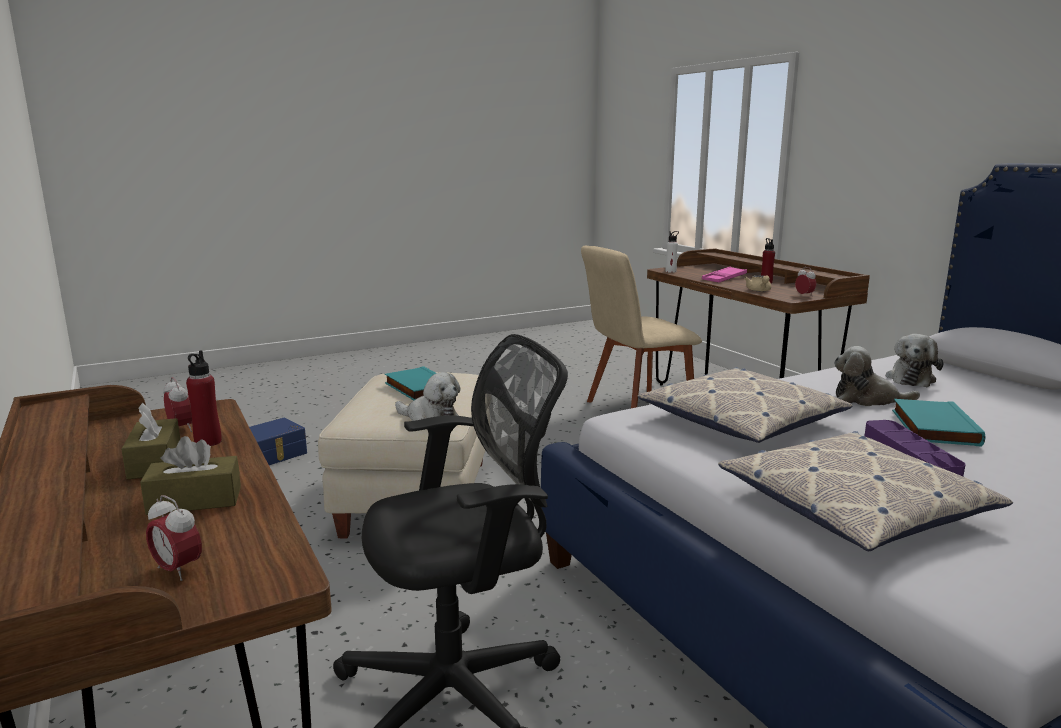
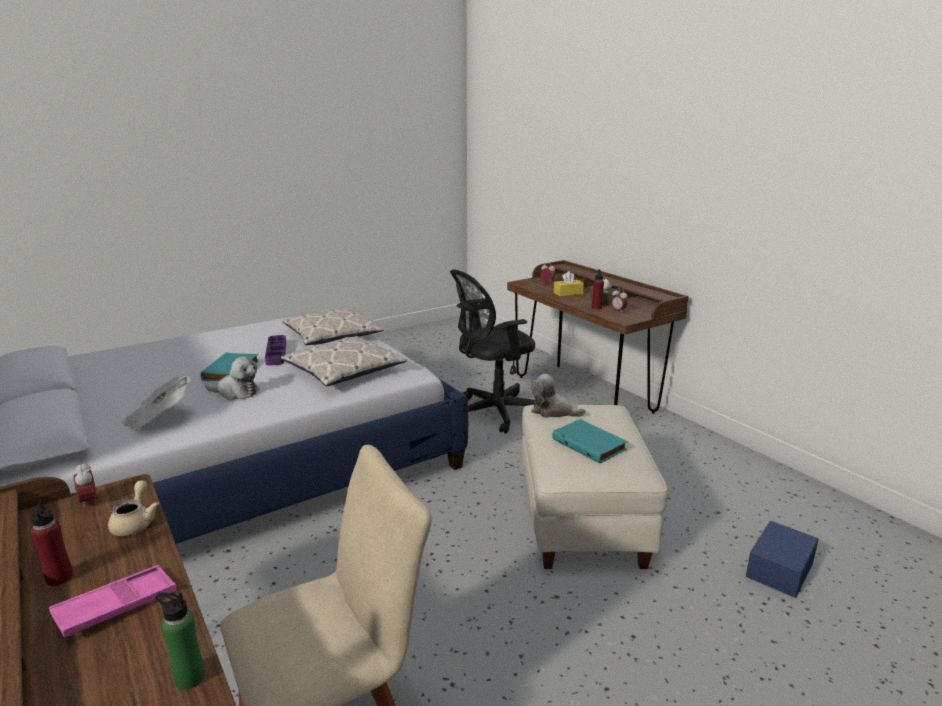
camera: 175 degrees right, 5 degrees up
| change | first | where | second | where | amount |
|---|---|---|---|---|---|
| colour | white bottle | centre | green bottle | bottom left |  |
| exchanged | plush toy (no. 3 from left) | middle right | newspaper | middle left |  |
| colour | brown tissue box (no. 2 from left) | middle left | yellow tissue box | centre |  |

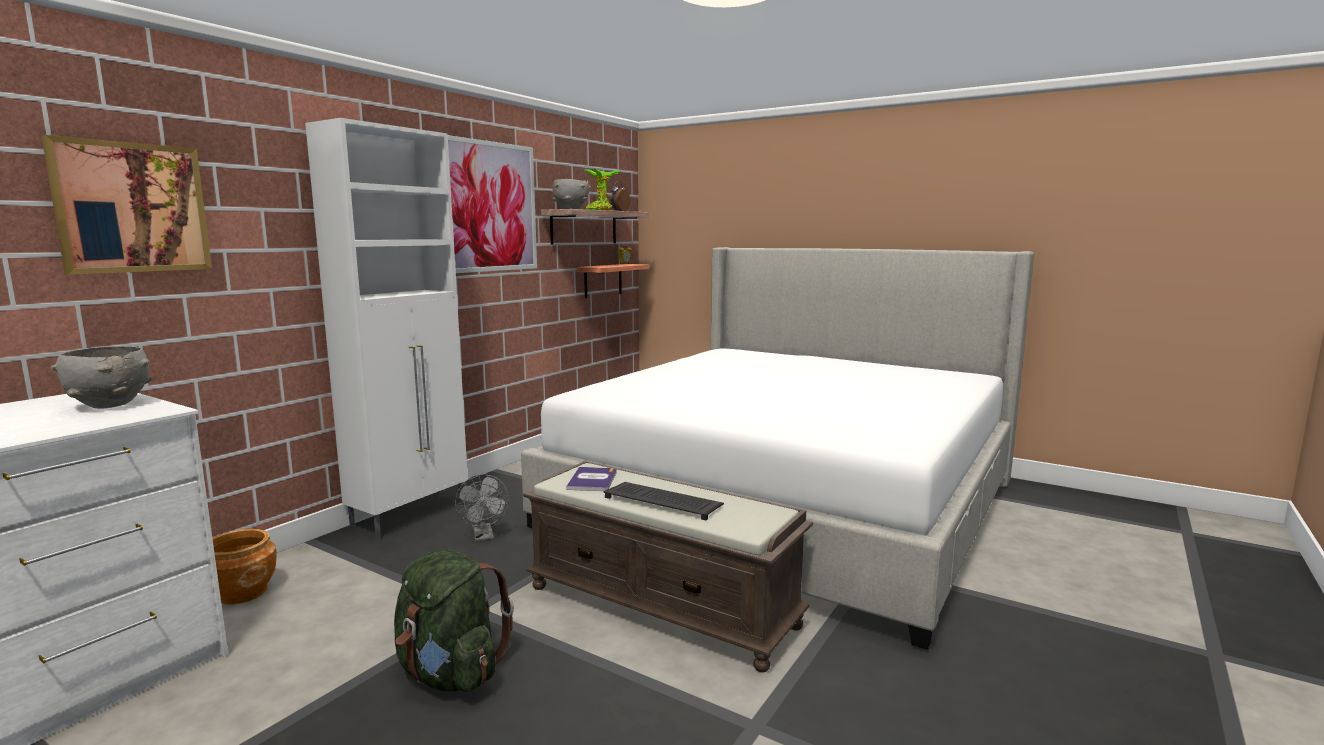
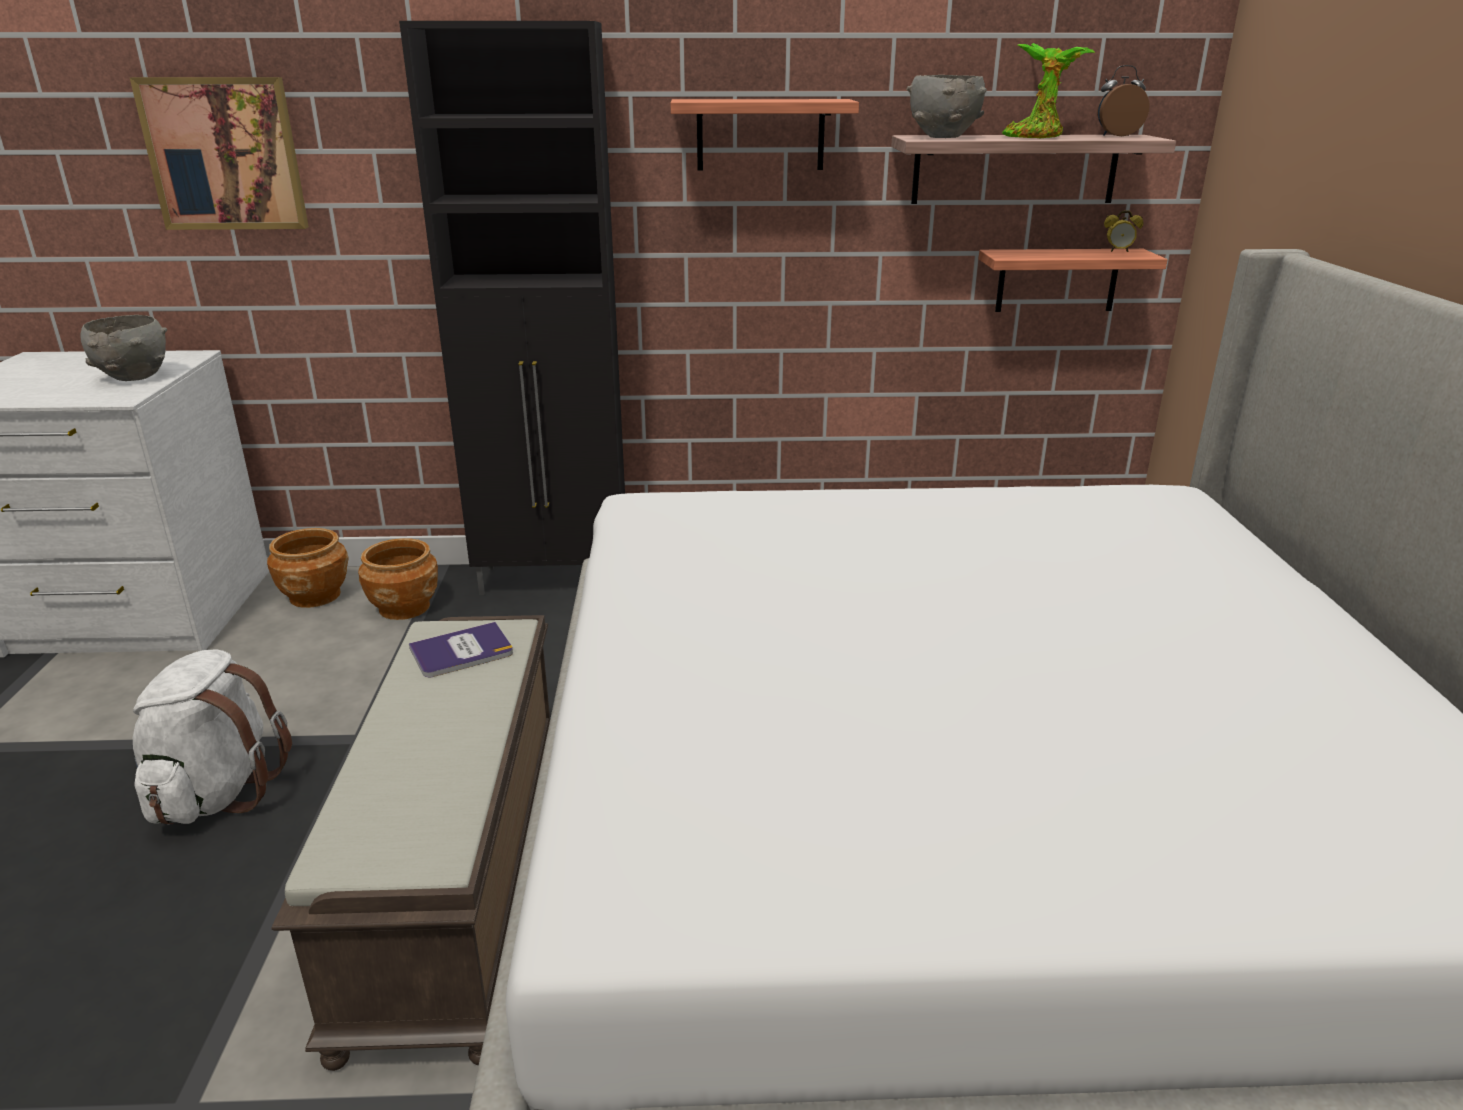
camera: 55 degrees right, 15 degrees up
| change | first | where | second | where | amount |
|---|---|---|---|---|---|
| colour | white cabinet | middle left | black cabinet | top centre |  |
| exchanged | picture (no. 2 from left) | top centre | shelf (no. 1 from left) | top centre |  |
| missing | grey fan | bottom centre |  |  |  |
| missing | keyboard | bottom centre |  |  |  |
| colour | green backpack | bottom centre | white backpack | middle left |  |
| appeared |  |  | brown planter (no. 2 from left) | middle left |  |

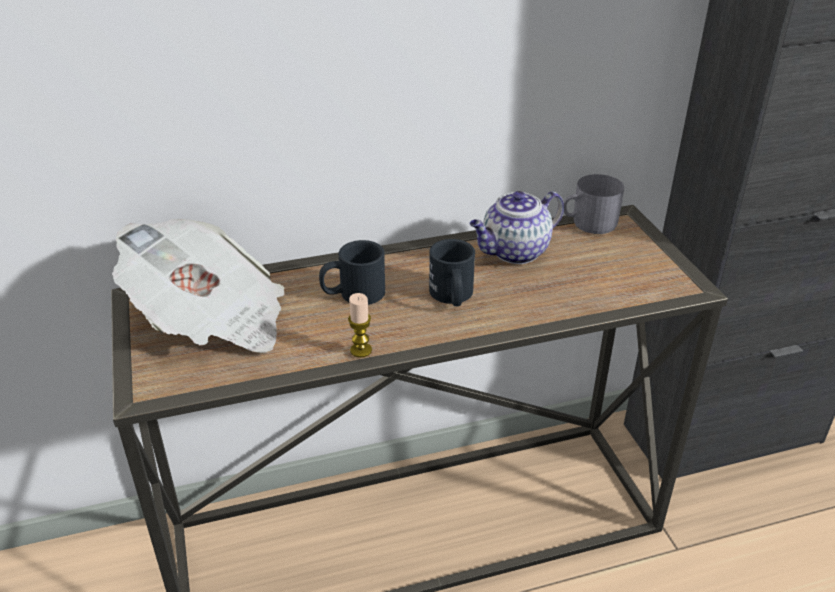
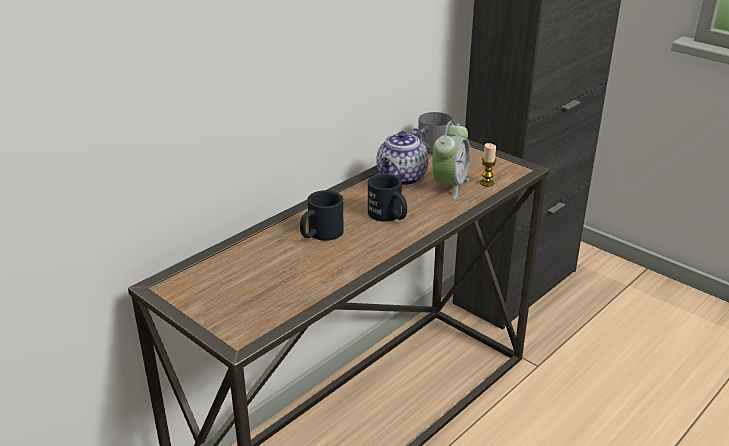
camera: 30 degrees left, 5 degrees down
| change | first | where | second | where | amount |
|---|---|---|---|---|---|
| missing | newspaper | middle left |  |  |  |
| relocated | candle | centre |  | middle right |  |
| appeared |  |  | alarm clock | centre |  |

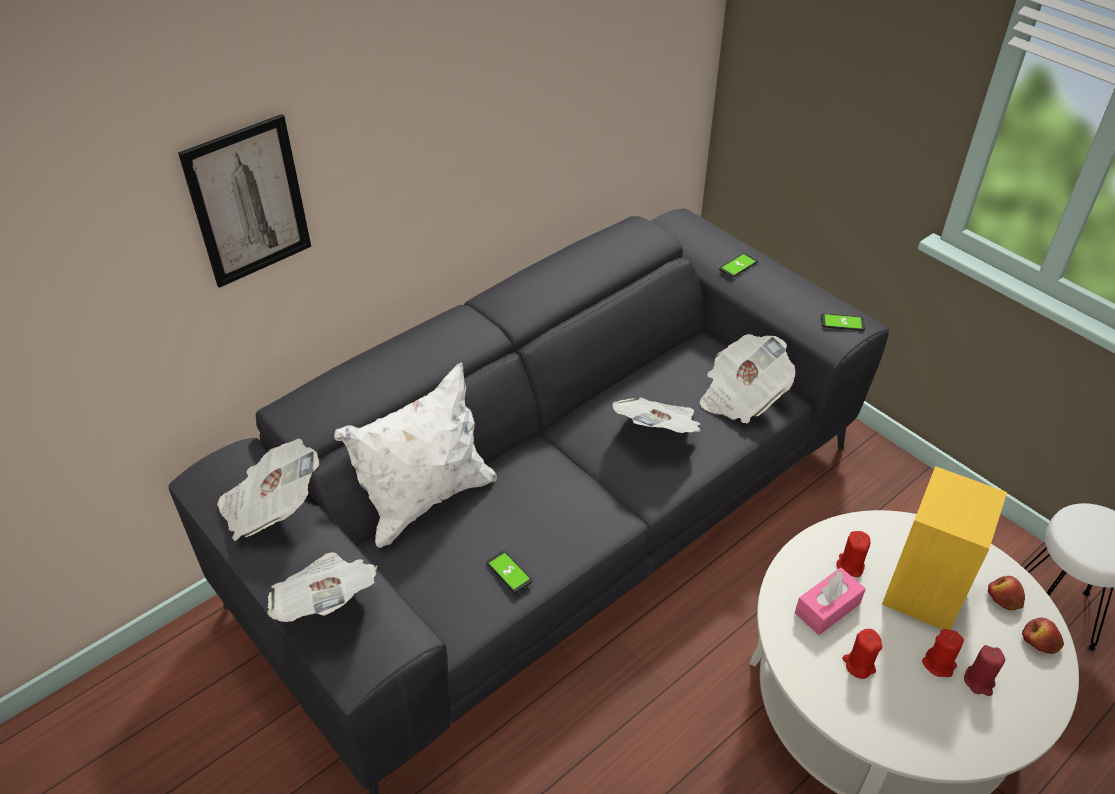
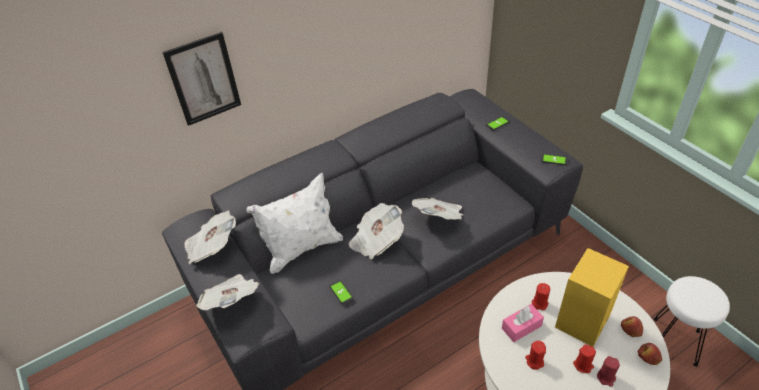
camera: 10 degrees right, 0 degrees up
| change | first | where | second | where | amount |
|---|---|---|---|---|---|
| relocated | newspaper (no. 4 from left in the first image) | middle right | newspaper (no. 3 from left) | centre |  |

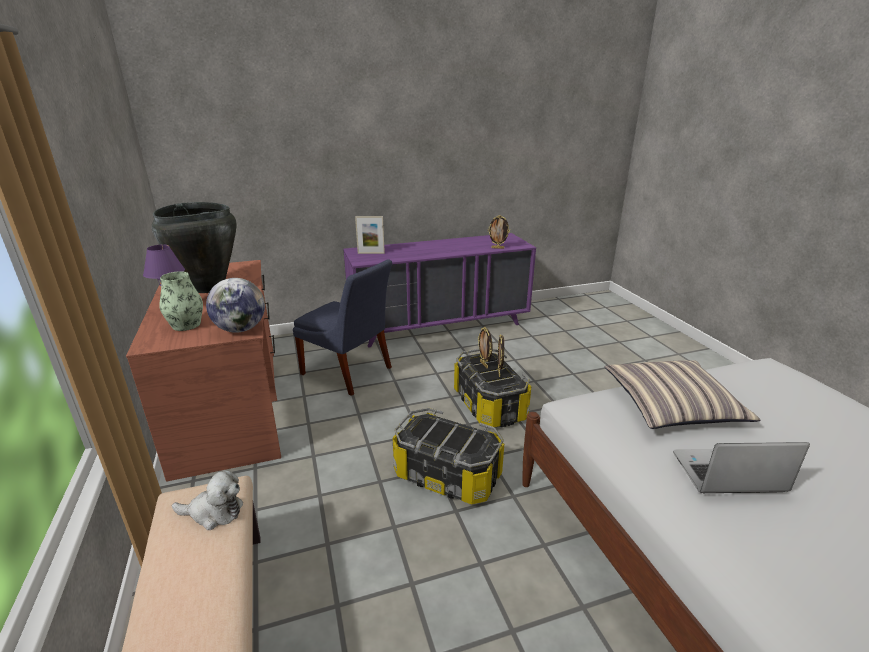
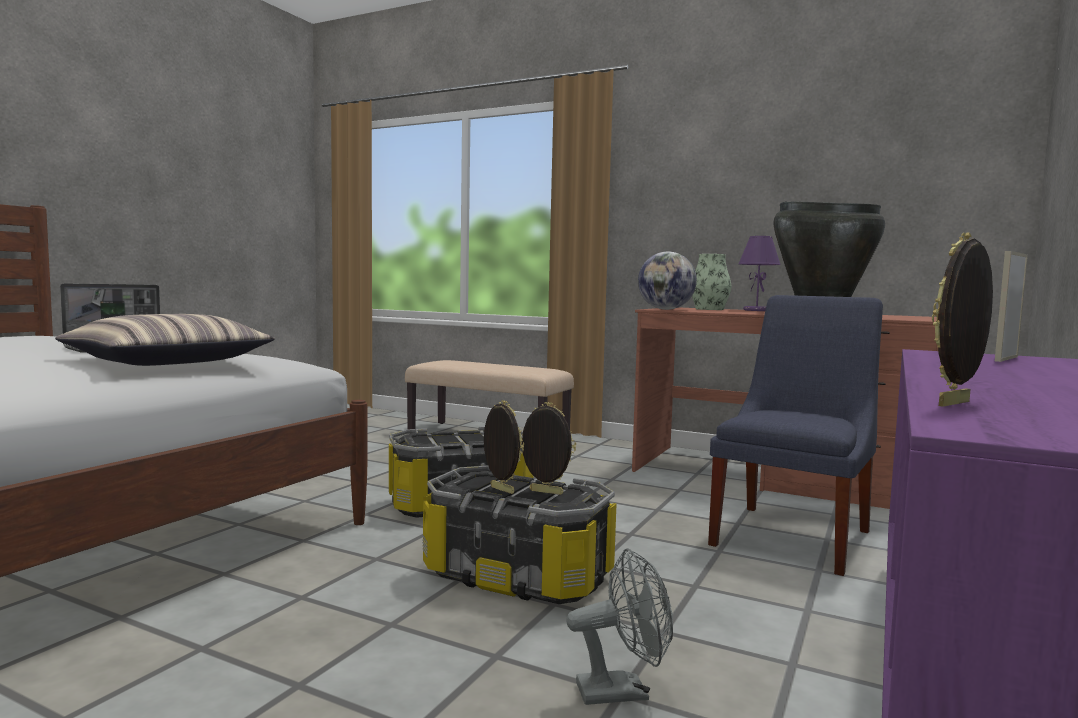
camera: 135 degrees right, 20 degrees down
| change | first | where | second | where | amount |
|---|---|---|---|---|---|
| spun | blue chair | centre |  | middle right | 135 degrees clockwise |
| missing | plush toy | bottom left |  |  |  |
| appeared |  |  | grey fan | bottom centre |  |

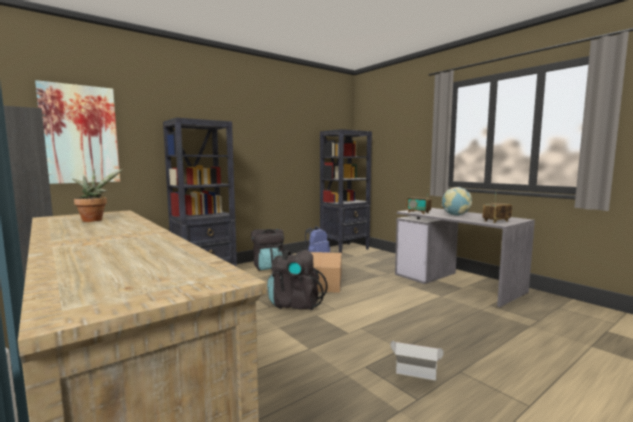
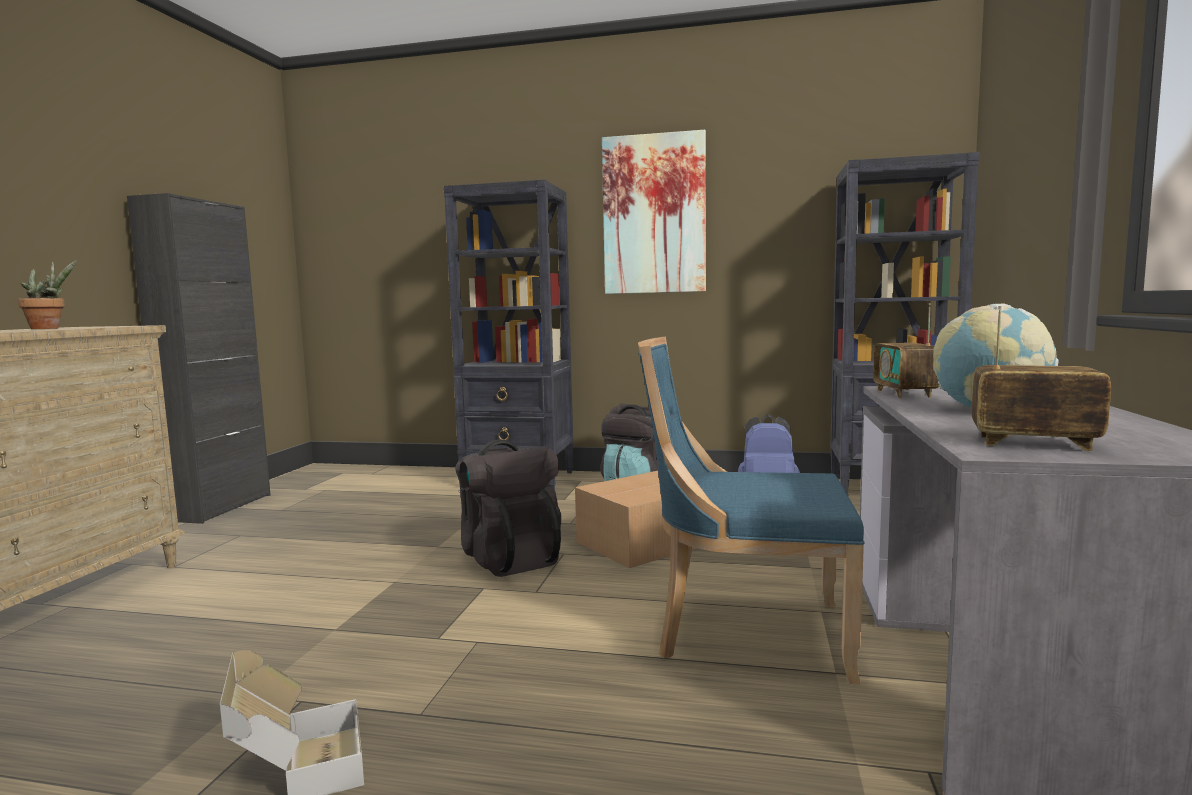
camera: 50 degrees right, 0 degrees up
| change | first | where | second | where | amount |
|---|---|---|---|---|---|
| relocated | picture | top left |  | top centre |  |
| appeared |  |  | blue chair | centre |  |

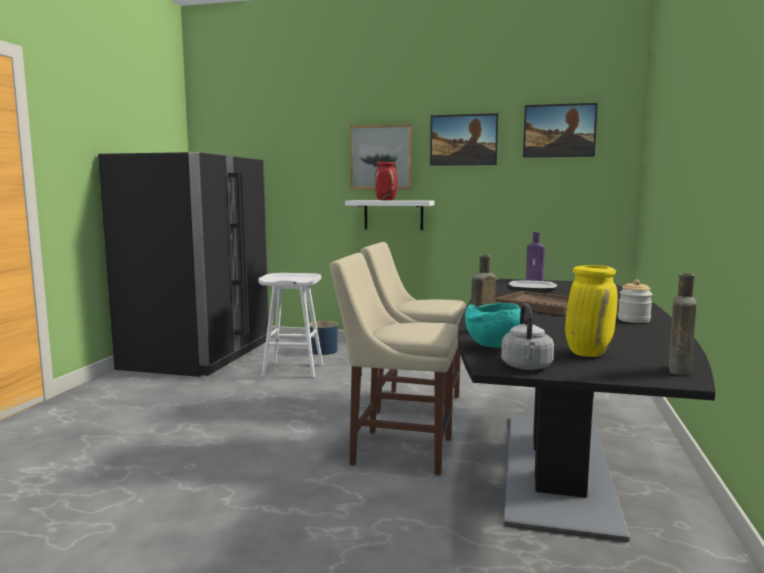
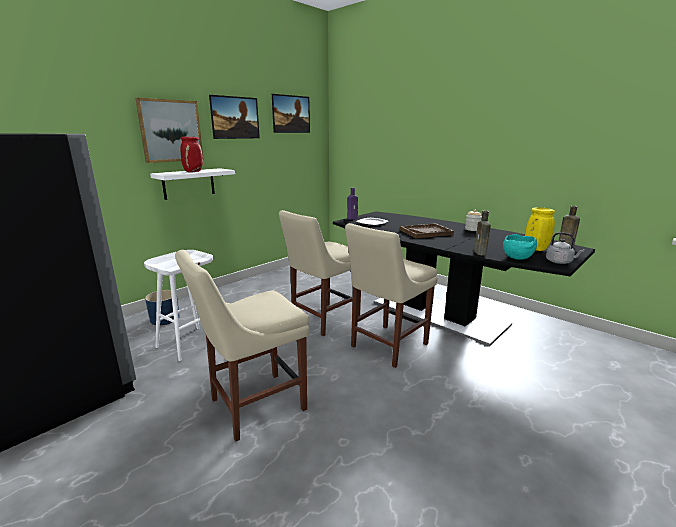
camera: 60 degrees left, 10 degrees up
| change | first | where | second | where | amount |
|---|---|---|---|---|---|
| appeared |  |  | beige chair (no. 1 from left) | centre |  |

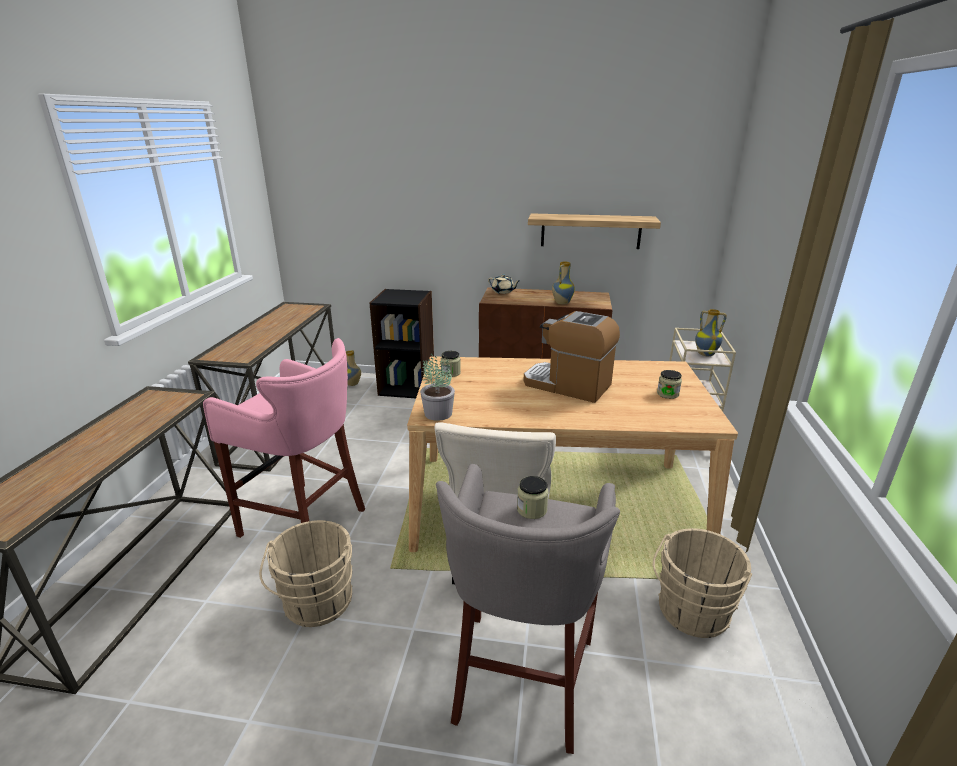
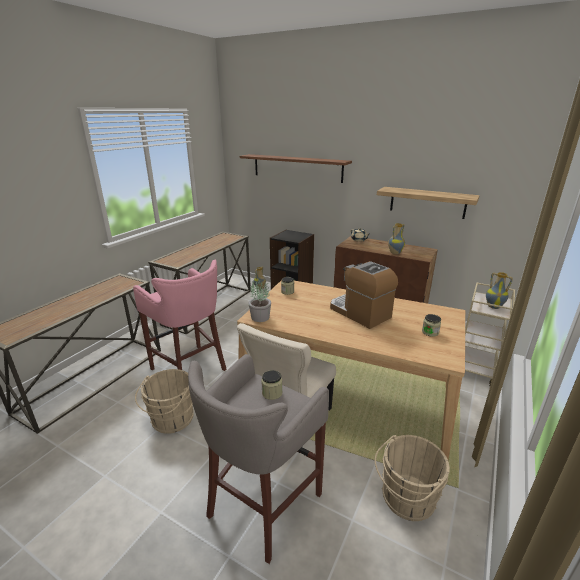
camera: 20 degrees right, 0 degrees up
| change | first | where | second | where | amount |
|---|---|---|---|---|---|
| appeared |  |  | shelf (no. 1 from left) | top centre |  |

